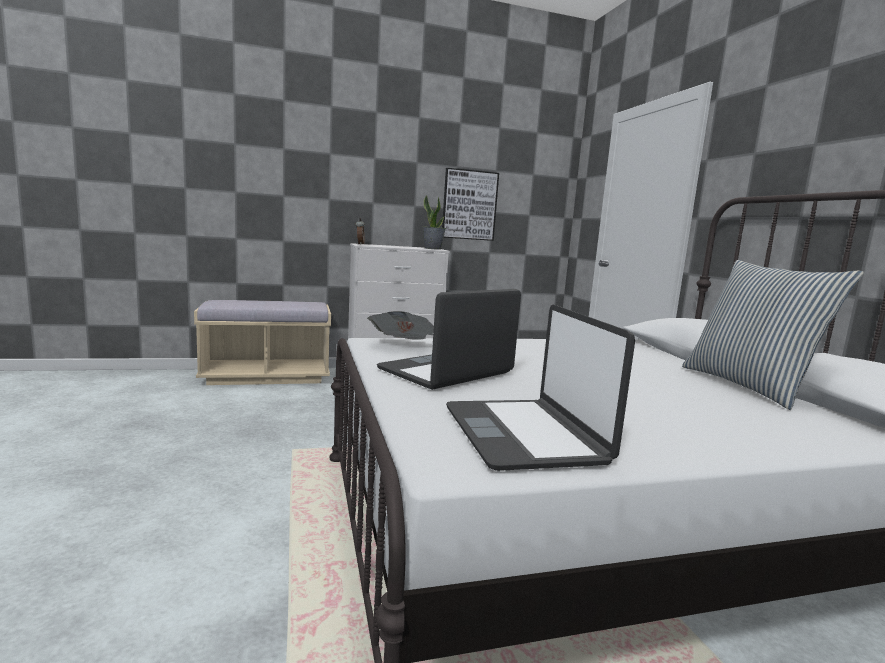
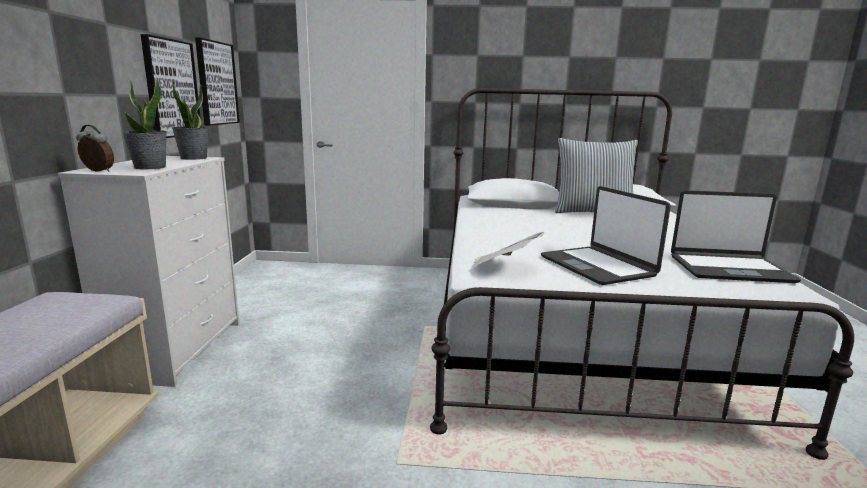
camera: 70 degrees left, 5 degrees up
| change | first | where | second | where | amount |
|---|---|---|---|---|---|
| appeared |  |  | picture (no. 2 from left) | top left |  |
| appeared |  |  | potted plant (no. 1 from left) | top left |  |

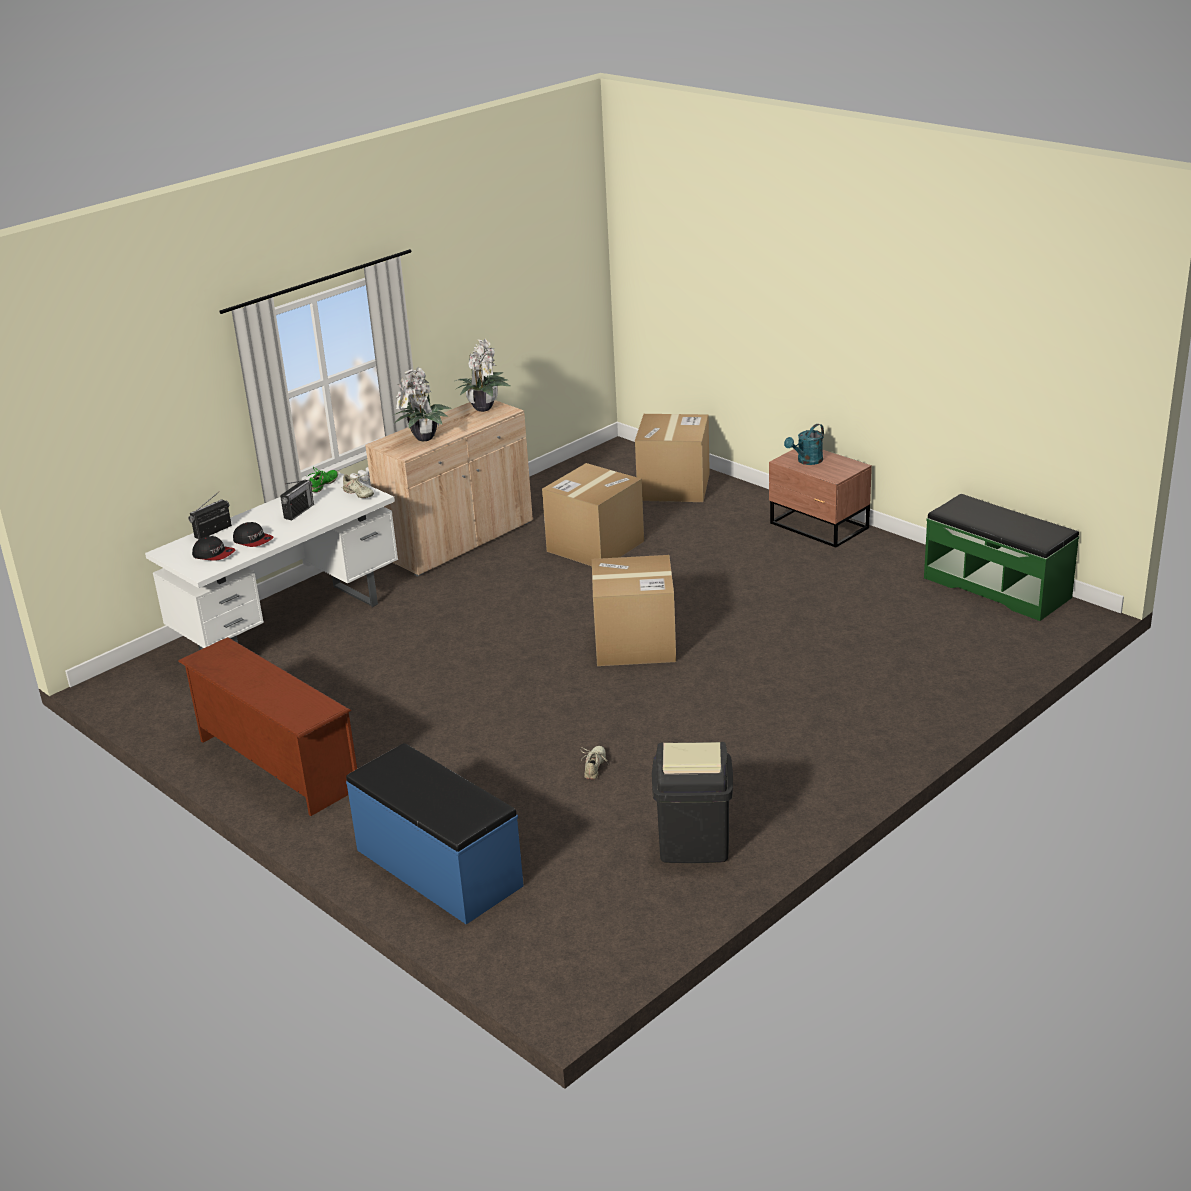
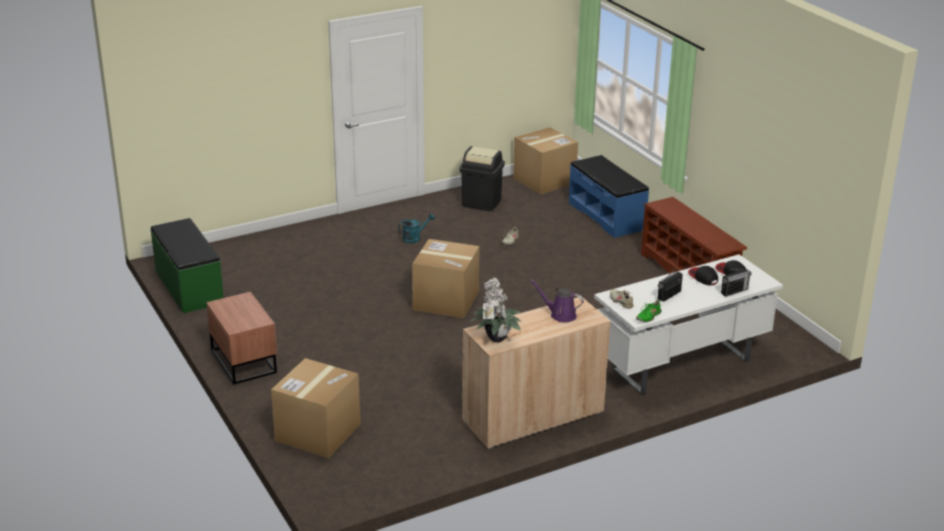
camera: 165 degrees left, 0 degrees up
| change | first | where | second | where | amount |
|---|---|---|---|---|---|
| exchanged | potted plant (no. 1 from left) | centre | purple watering can | centre |  |
| relocated | turquoise watering can | middle right |  | centre |  |
| relocated | cardboard box (no. 1 from left in the first image) | centre | cardboard box (no. 3 from left) | top centre |  |

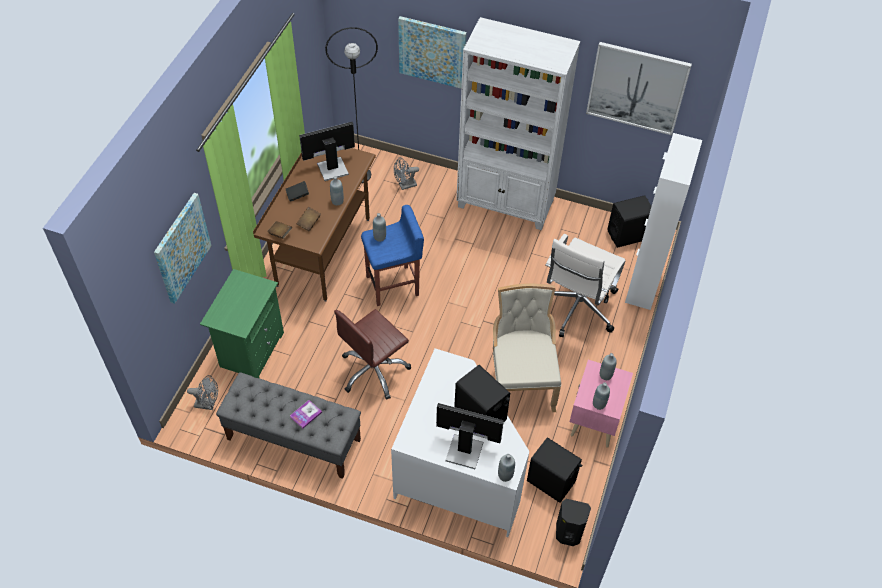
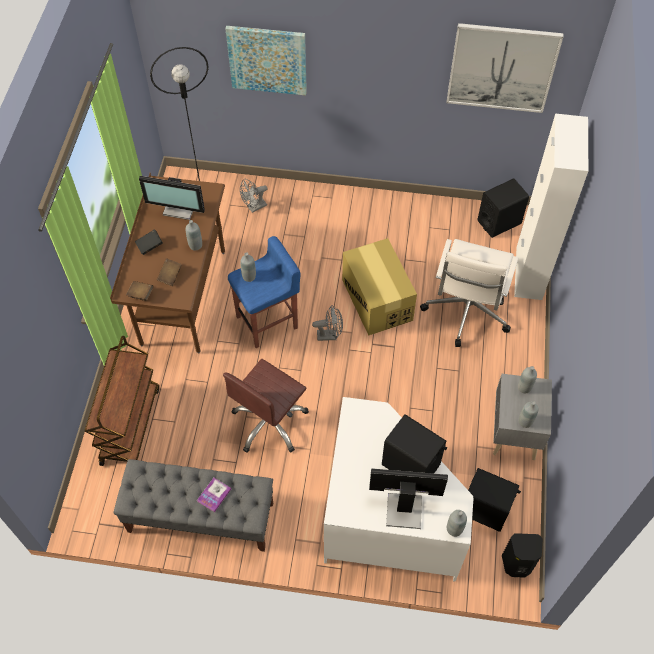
camera: 10 degrees left, 5 degrees up
| change | first | where | second | where | amount |
|---|---|---|---|---|---|
| missing | white bookcase | top centre |  |  |  |
| spun | monitor (no. 1 from left) | top centre |  | top left | 135 degrees counterclockwise |
| missing | picture (no. 1 from left) | middle left |  |  |  |
| exchanged | green nightstand | middle left | brown cart | middle left |  |
| missing | beige chair | centre |  |  |  |
| colour | pink nightstand | bottom right | grey nightstand | middle right |  |
| relocated | grey fan (no. 1 from left in the first image) | bottom left | grey fan (no. 2 from left) | centre |  |
| appeared |  |  | cardboard box | centre |  |

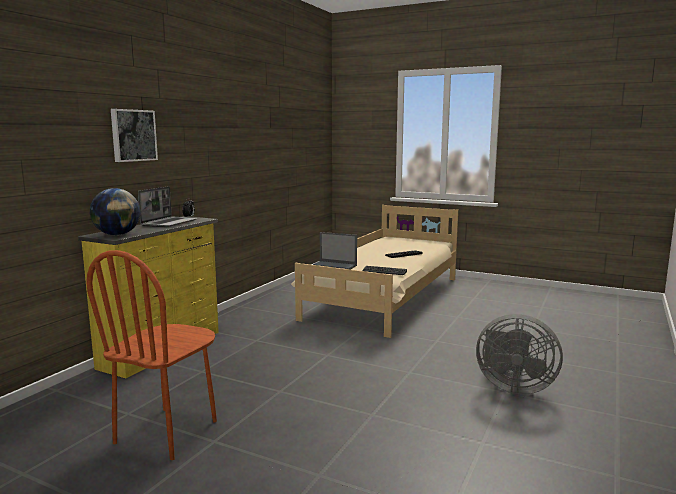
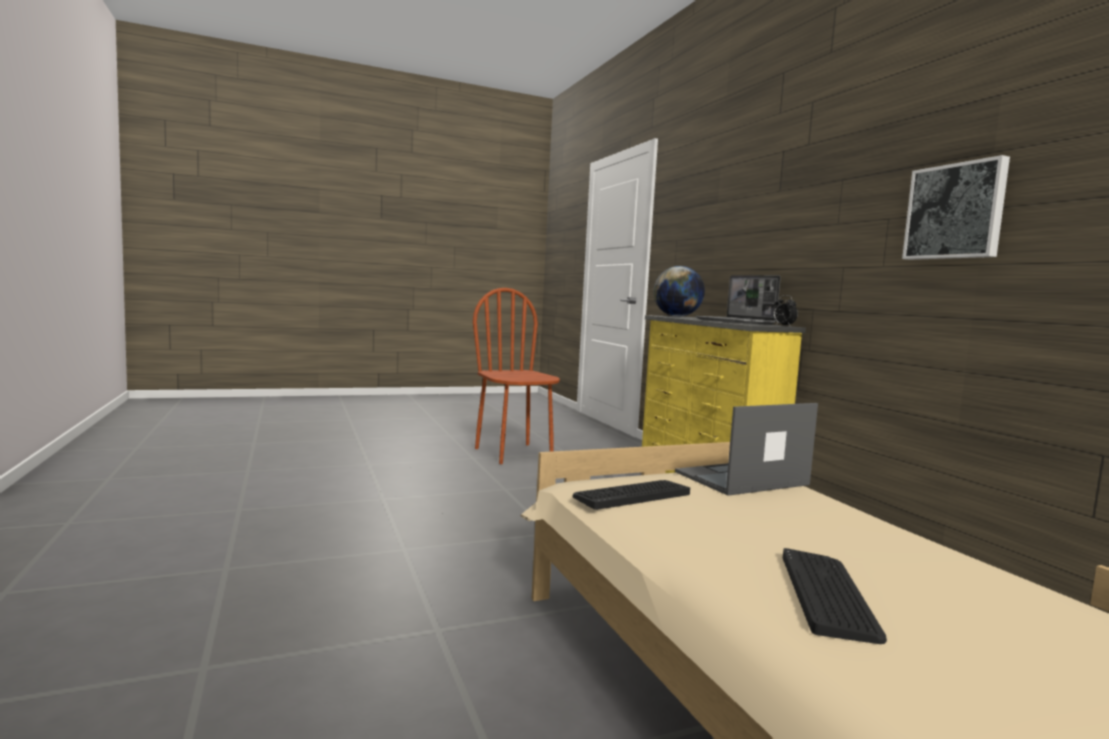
camera: 130 degrees right, 5 degrees down
| change | first | where | second | where | amount |
|---|---|---|---|---|---|
| relocated | picture | top left |  | top right |  |
| missing | grey fan | bottom right |  |  |  |

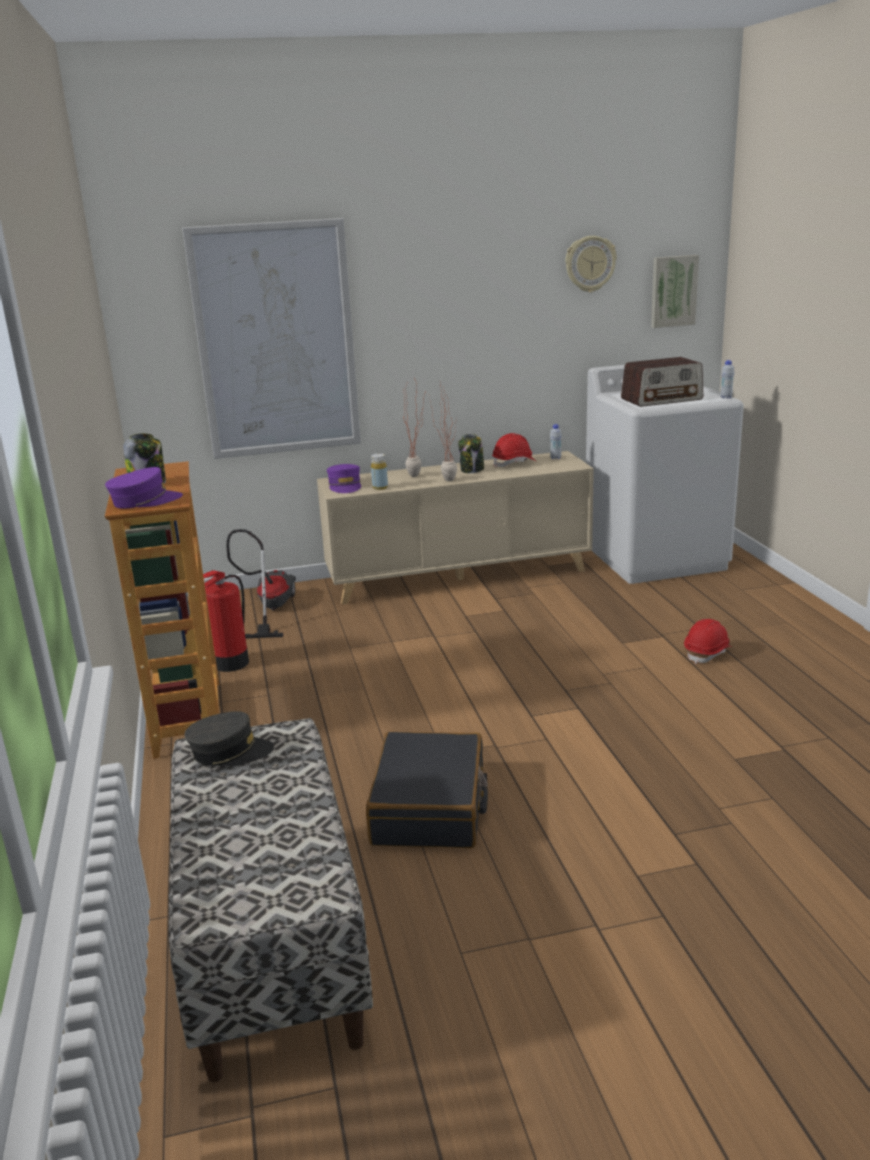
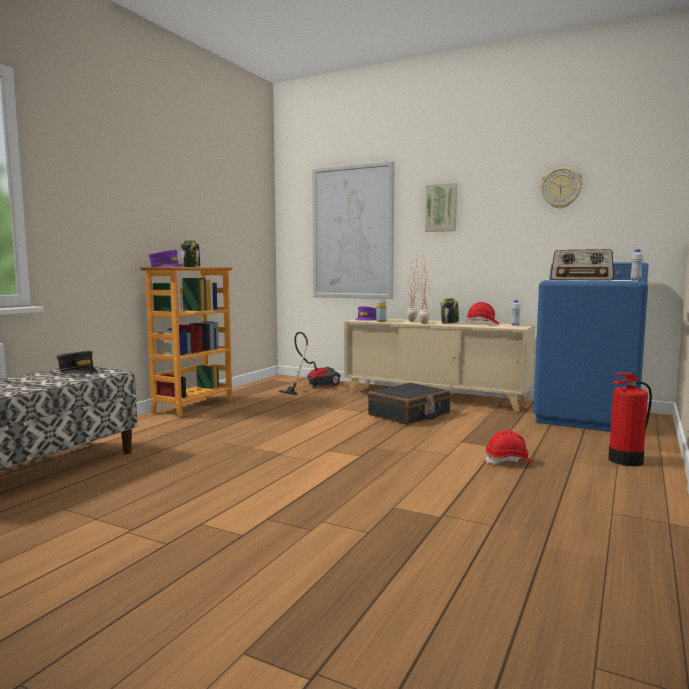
camera: 40 degrees right, 15 degrees down
| change | first | where | second | where | amount |
|---|---|---|---|---|---|
| relocated | picture (no. 2 from left) | top right |  | top centre |  |
| colour | white washing machine | middle right | blue washing machine | middle right |  |
| relocated | fire extinguisher | middle left |  | middle right |  |
| relocated | black suitcase | bottom centre |  | centre |  |

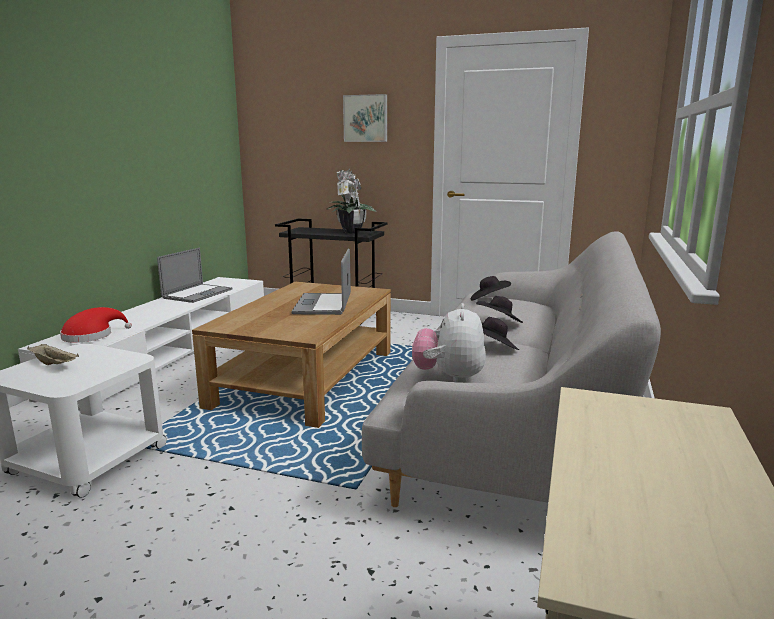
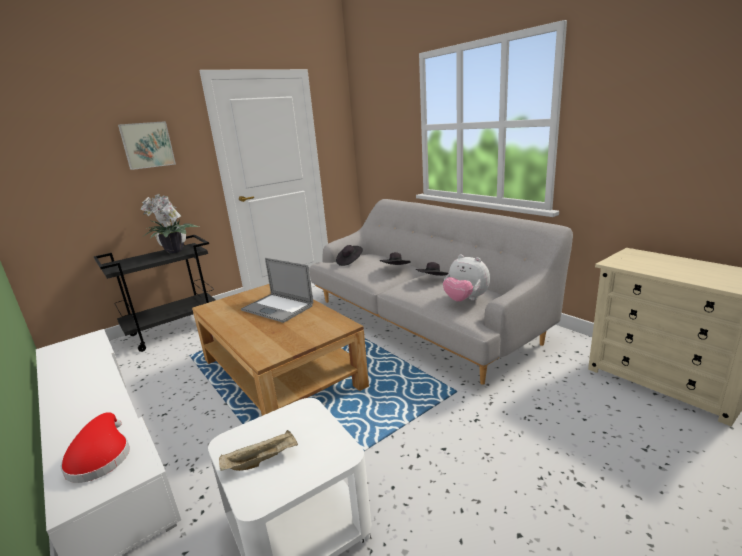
camera: 55 degrees left, 5 degrees up
| change | first | where | second | where | amount |
|---|---|---|---|---|---|
| missing | laptop (no. 1 from left) | middle left |  |  |  |

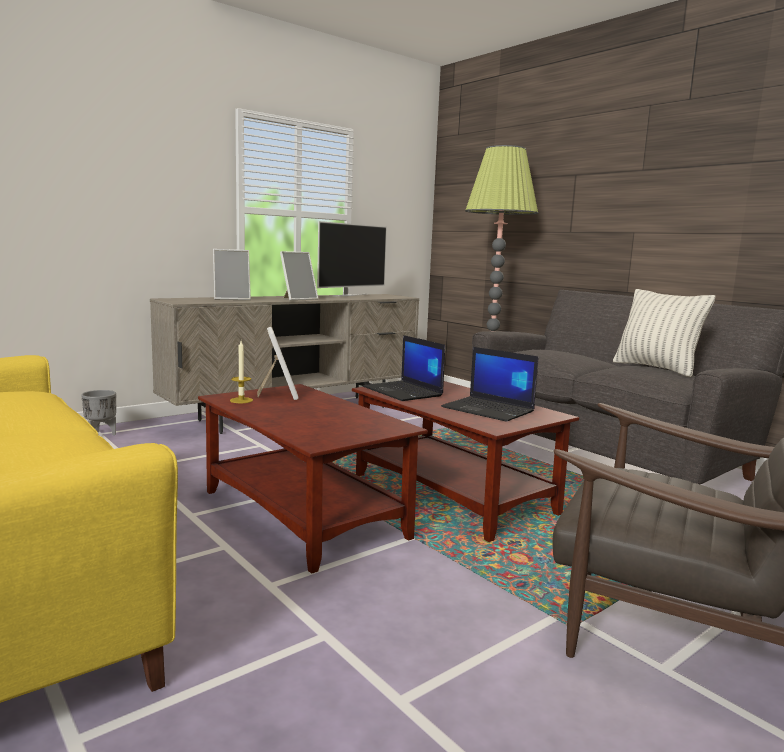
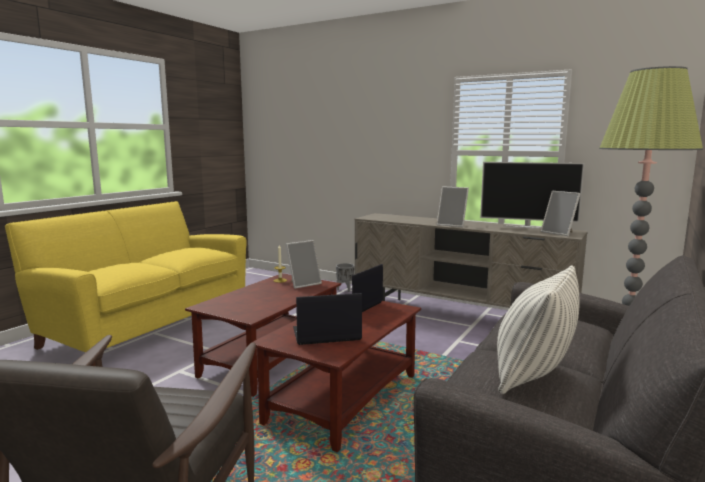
camera: 70 degrees right, 0 degrees up
| change | first | where | second | where | amount |
|---|---|---|---|---|---|
| relocated | picture frame (no. 1 from left in the first image) | middle left | picture frame (no. 3 from left) | middle right |  |
| spun | laptop (no. 2 from left in the first image) | centre | laptop (no. 1 from left) | centre | 60 degrees clockwise |

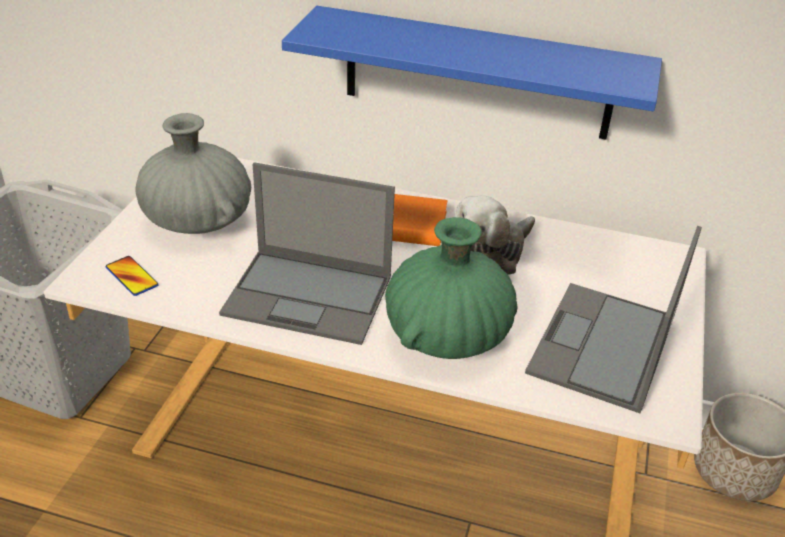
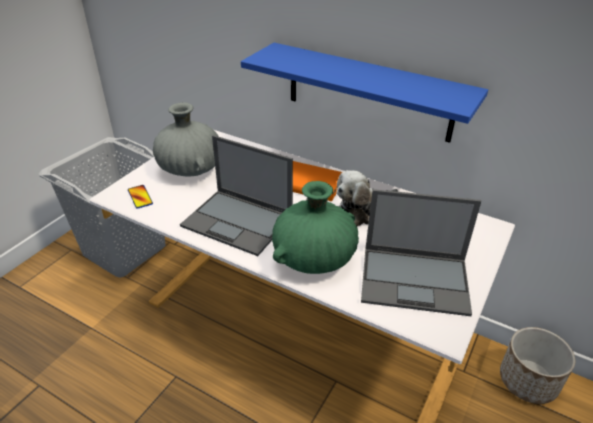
camera: 15 degrees right, 0 degrees up
| change | first | where | second | where | amount |
|---|---|---|---|---|---|
| spun | laptop (no. 2 from left) | middle right |  | middle right | 120 degrees counterclockwise |

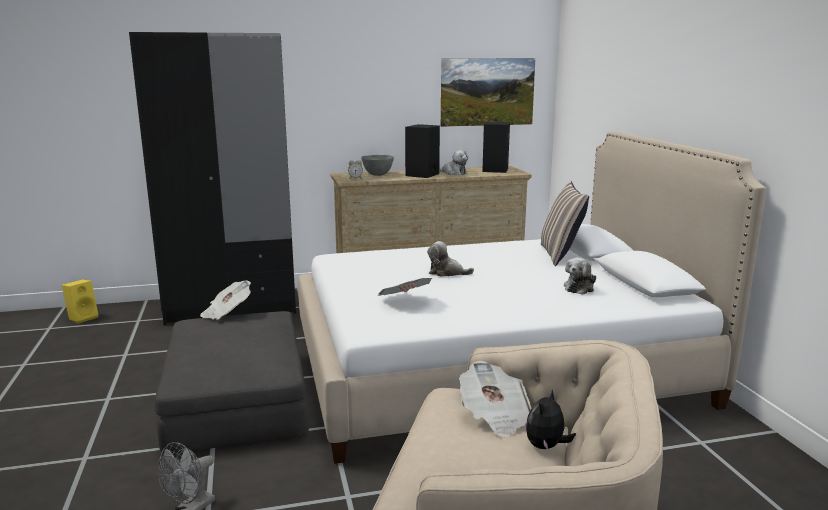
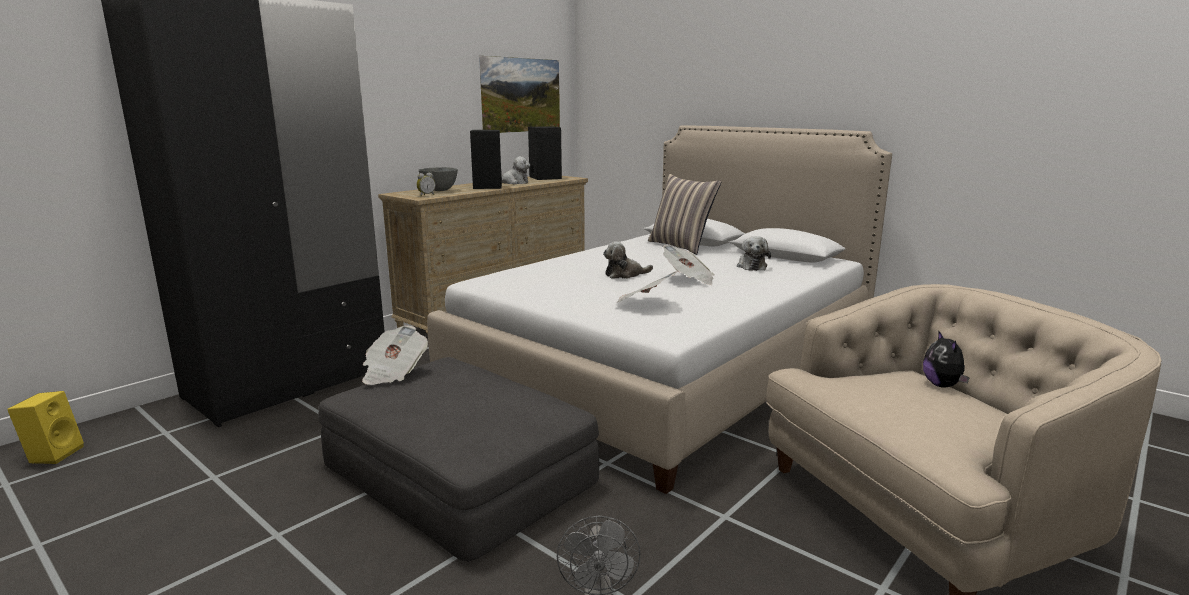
camera: 35 degrees left, 0 degrees up
| change | first | where | second | where | amount |
|---|---|---|---|---|---|
| relocated | newspaper (no. 3 from left) | bottom centre |  | centre |  |

